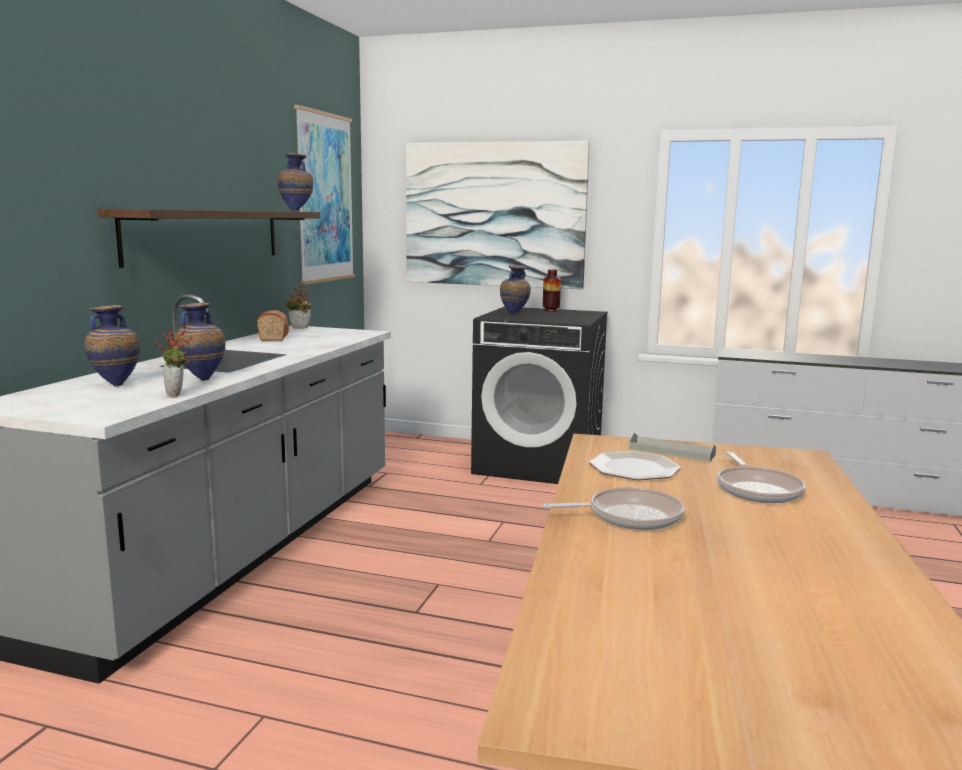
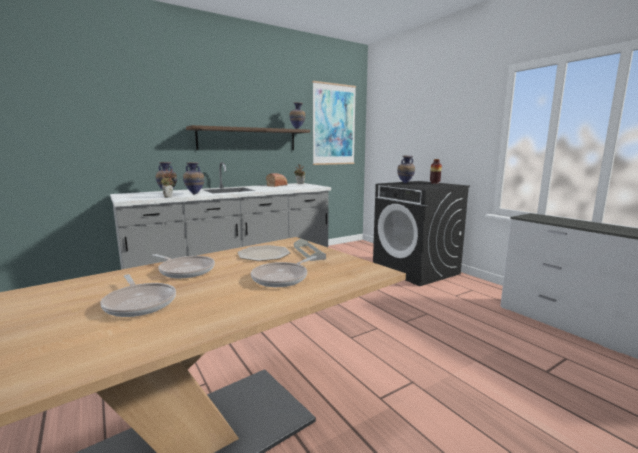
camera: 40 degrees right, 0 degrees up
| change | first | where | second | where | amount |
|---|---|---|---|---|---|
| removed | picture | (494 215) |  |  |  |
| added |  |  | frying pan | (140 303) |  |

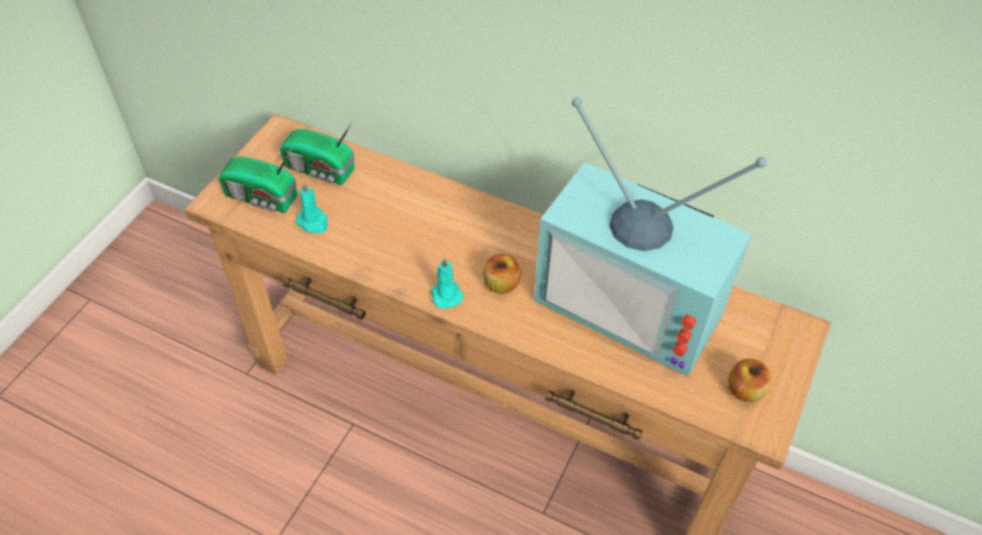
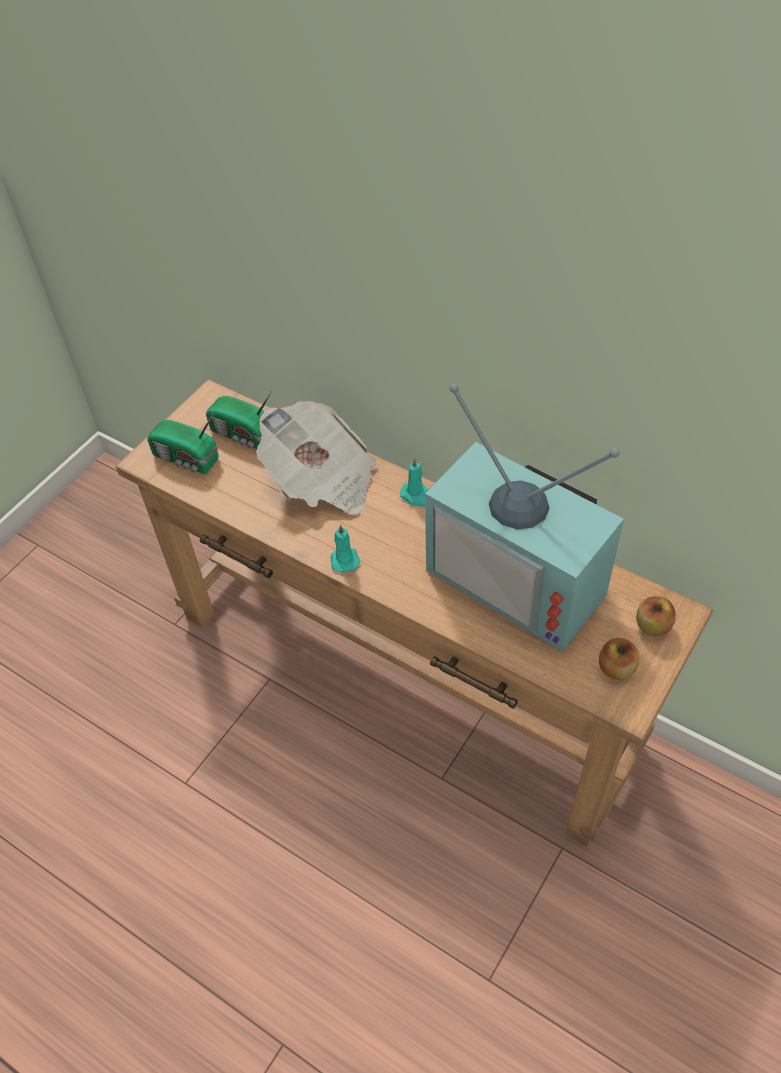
camera: 10 degrees right, 0 degrees up
| change | first | where | second | where | amount |
|---|---|---|---|---|---|
| moved | turquoise candle | (313 222) |  | (416 496) |  |
| moved | apple | (501 284) |  | (652 626) |  |
| added |  |  | newspaper | (321 480) |  |

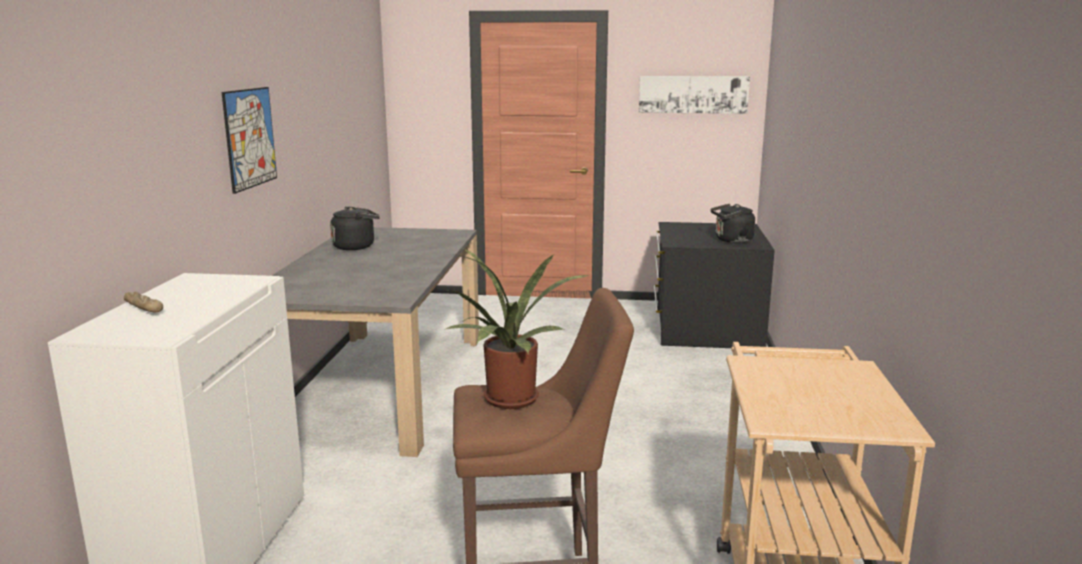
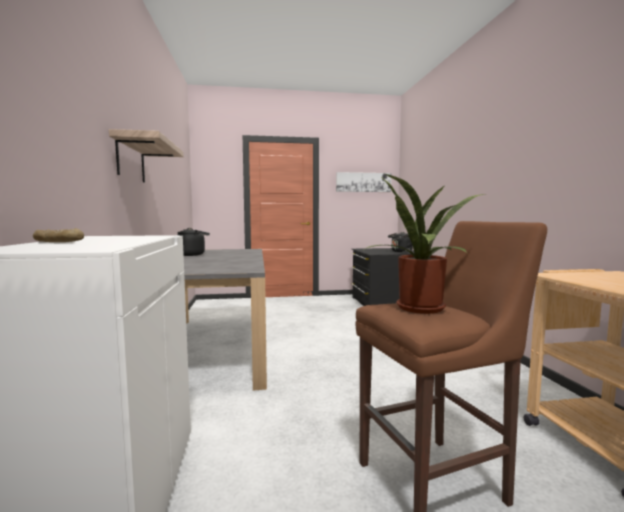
camera: 15 degrees left, 10 degrees down
| change | first | where | second | where | amount |
|---|---|---|---|---|---|
| replaced | picture | (250 138) | shelf | (130 160) |  |

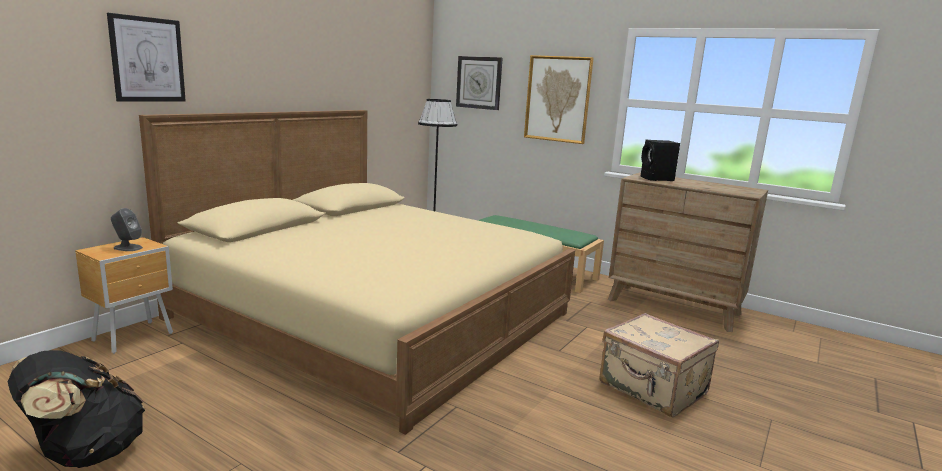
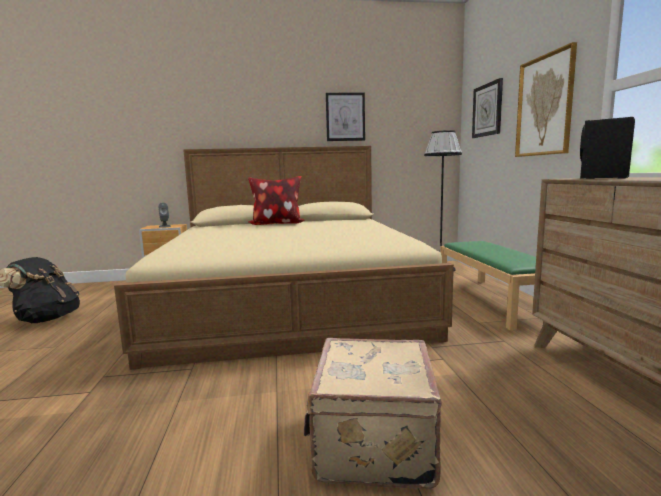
camera: 50 degrees right, 5 degrees down
| change | first | where | second | where | amount |
|---|---|---|---|---|---|
| moved | picture | (147 59) |  | (345 117) |  |
| added |  |  | pillow | (276 224) |  |

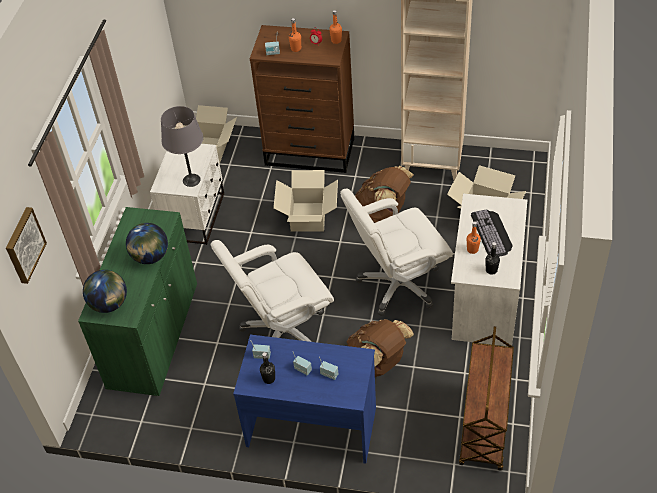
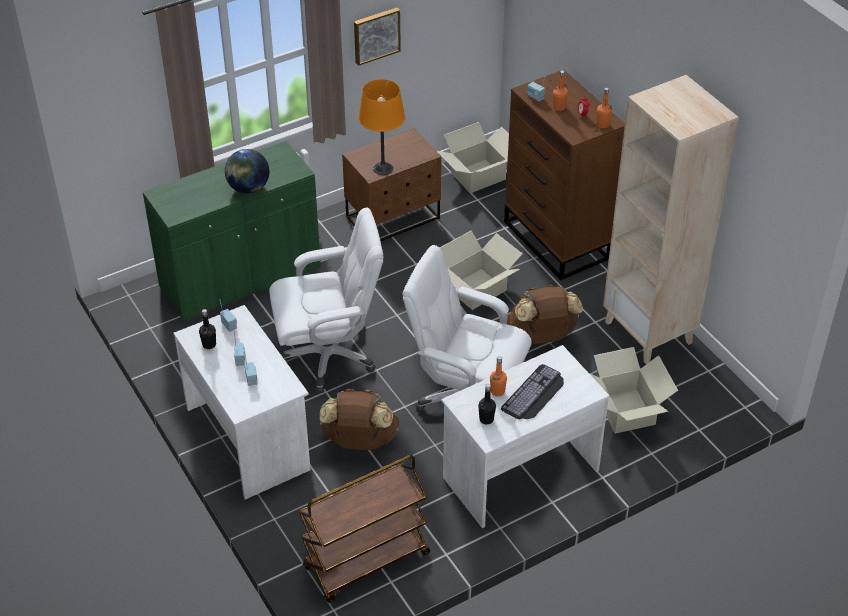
camera: 45 degrees right, 5 degrees down
| change | first | where | second | where | amount |
|---|---|---|---|---|---|
| recoloured | grey table lamp | (191 180) | orange table lamp | (383 168) |  |
| recoloured | white nightstand | (195 216) | brown nightstand | (393 218) |  |
| moved | picture | (23 245) |  | (376 35) |  |
| turned | white office chair | (283 332) |  | (329 355) | 150 degrees clockwise |
| removed | globe | (109 304) |  |  |  |
| recoloured | blue desk | (311 425) | white desk | (249 437) |  |

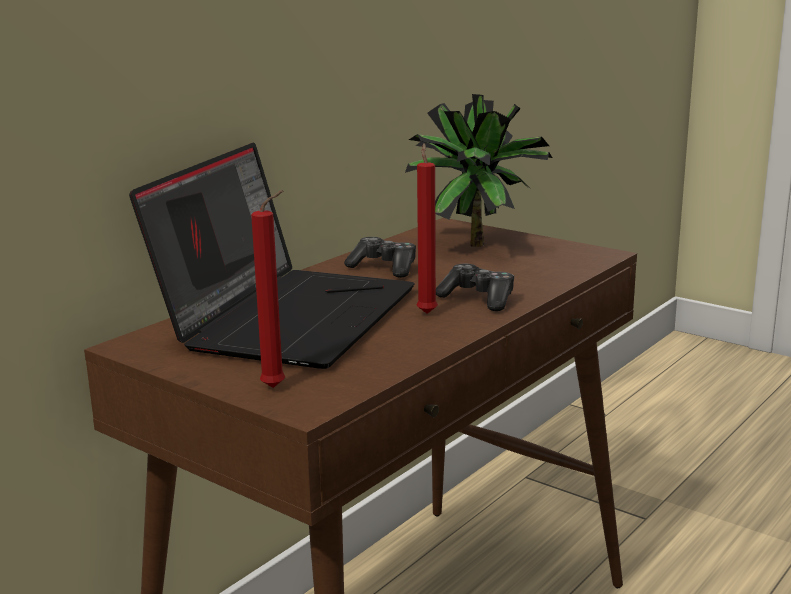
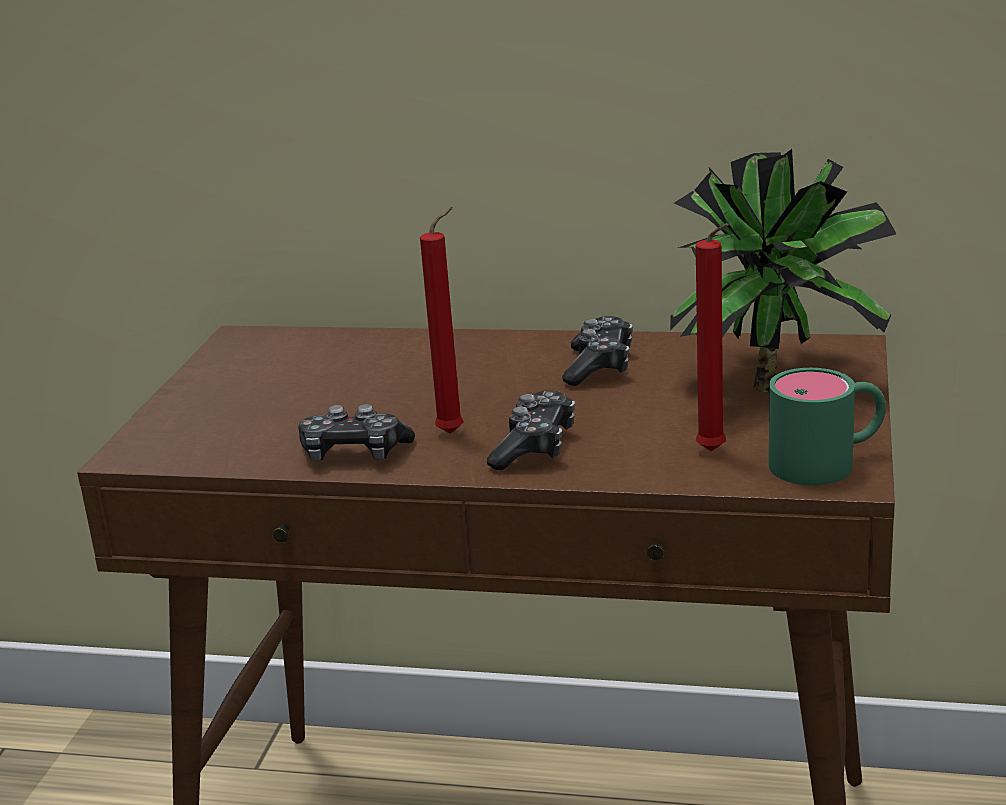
camera: 65 degrees right, 5 degrees up
| change | first | where | second | where | amount |
|---|---|---|---|---|---|
| removed | laptop | (288 316) |  |  |  |
| moved | red candle | (277 387) |  | (714 453) |  |
| added |  |  | green mug | (828 462) |  |
| added |  |  | game controller | (354 454) |  |

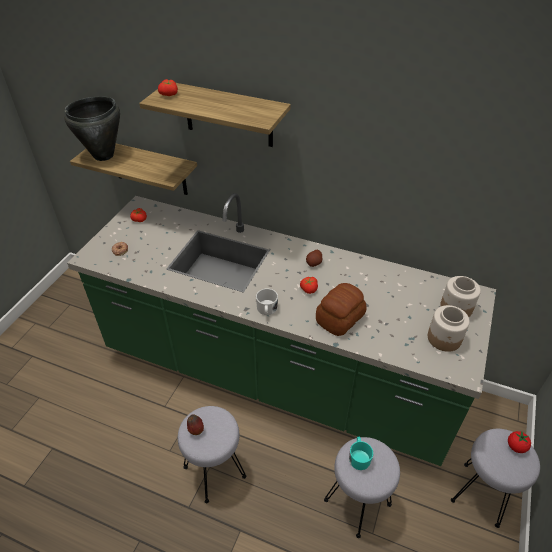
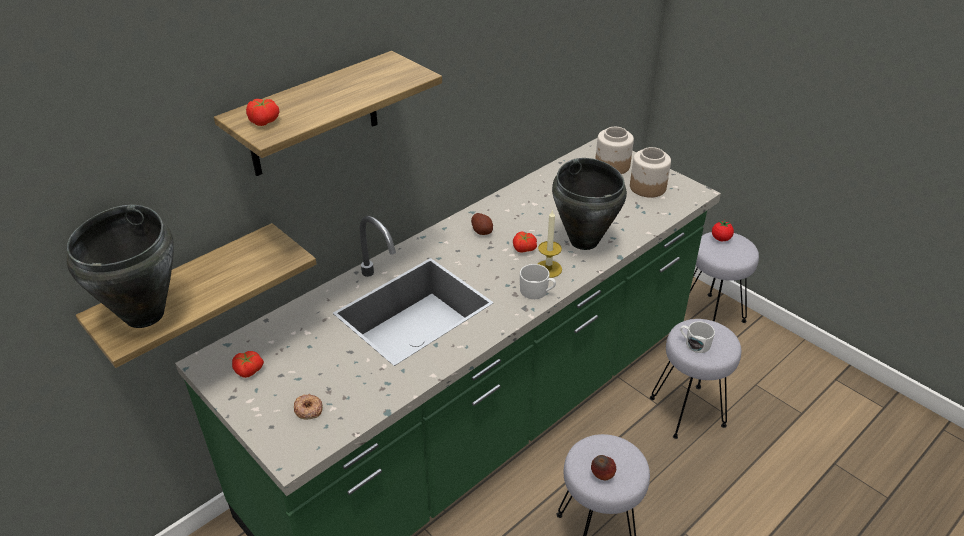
camera: 65 degrees left, 5 degrees down
| change | first | where | second | where | amount |
|---|---|---|---|---|---|
| replaced | bread | (341 318) | black cooking pot | (584 241) |  |
| recoloured | turquoise mug | (359 457) | white mug | (694 343) |  |
| added |  |  | candle | (548 269) |  |

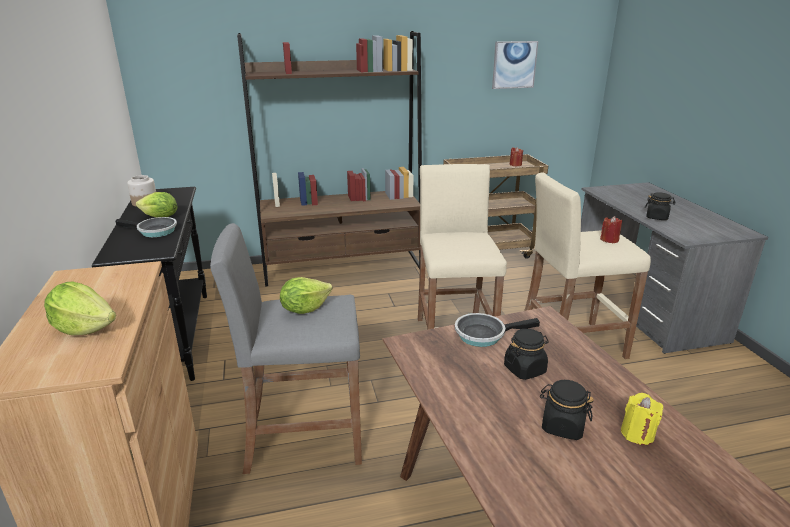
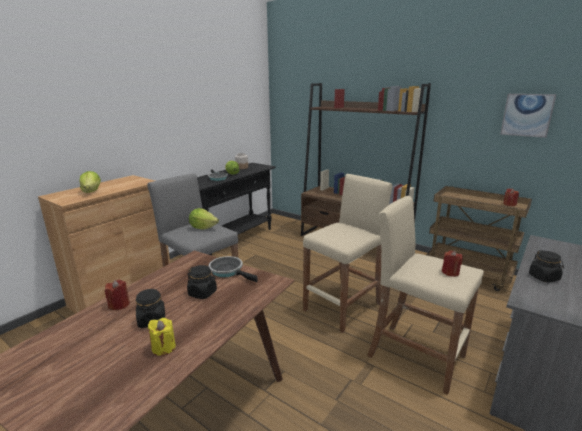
camera: 50 degrees right, 5 degrees down
| change | first | where | second | where | amount |
|---|---|---|---|---|---|
| added |  |  | red candle | (119 305) |  |

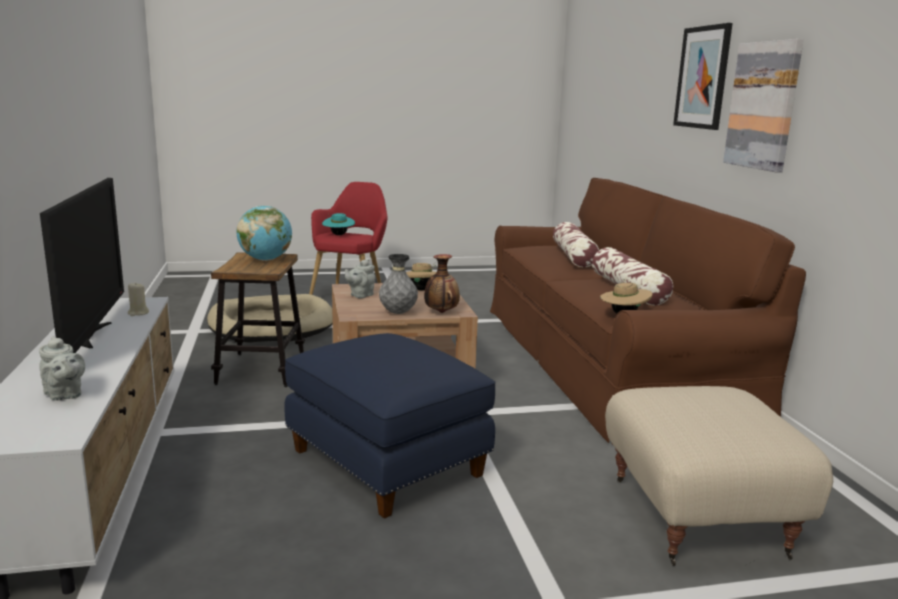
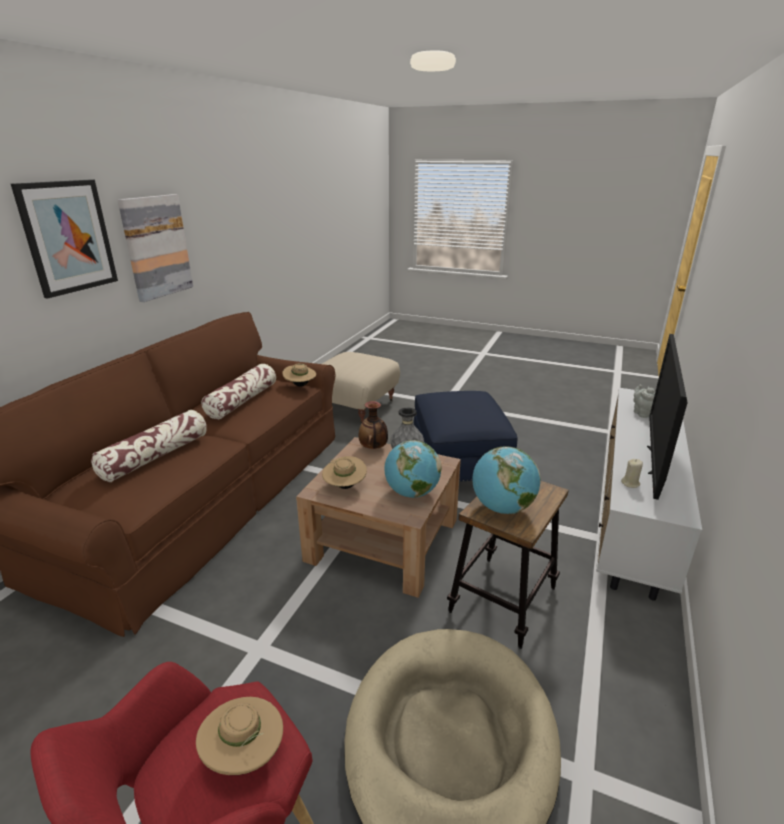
camera: 145 degrees left, 10 degrees up
| change | first | where | second | where | amount |
|---|---|---|---|---|---|
| recoloured | turquoise hat | (338 235) | beige hat | (244 752) |  |
| replaced | grey teapot | (360 295) | globe | (412 493) |  |

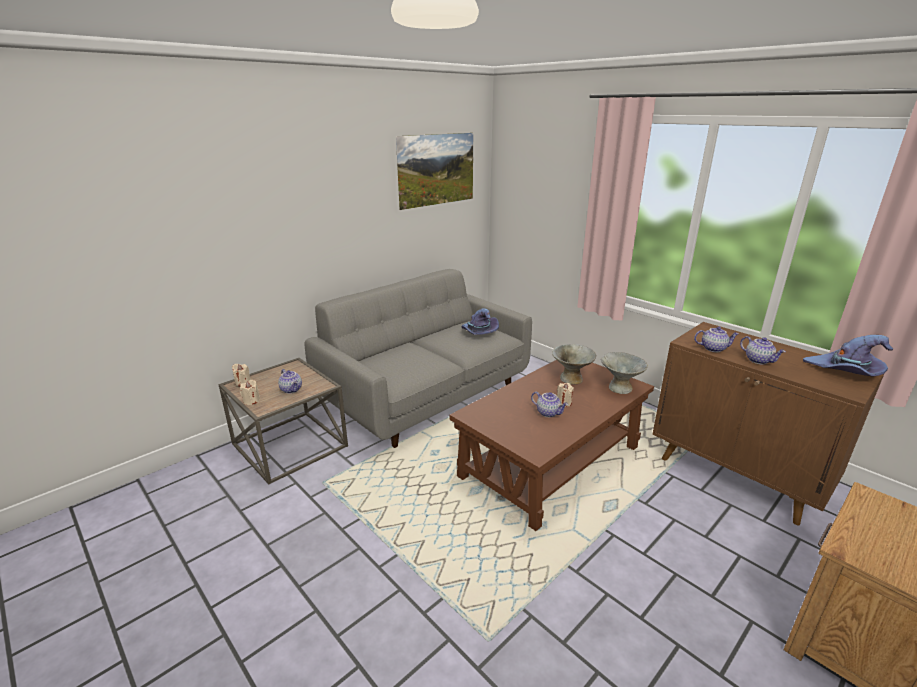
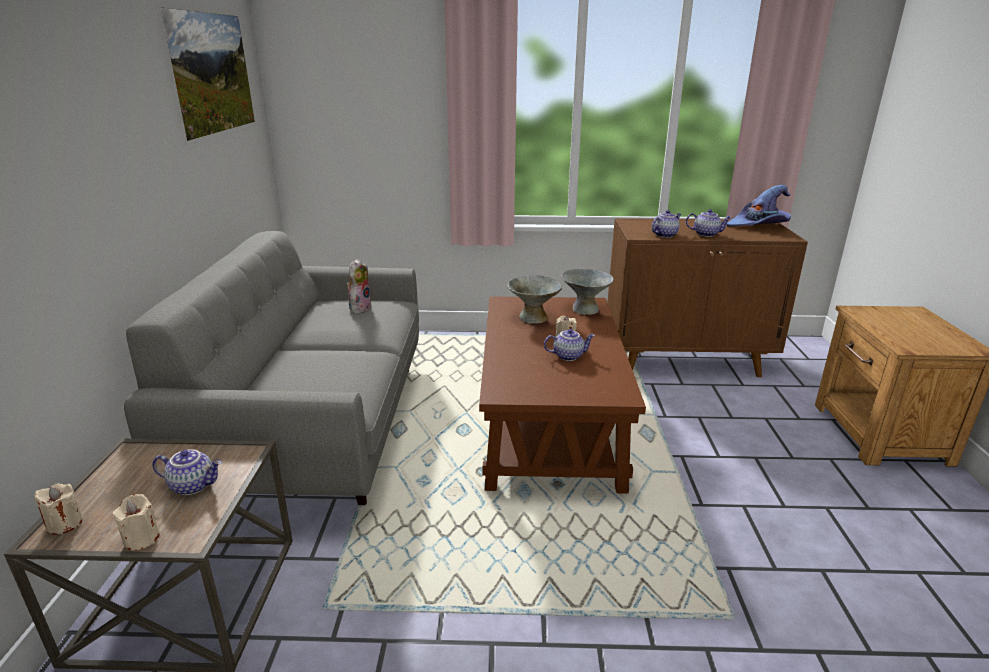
camera: 45 degrees left, 0 degrees up
| change | first | where | second | where | amount |
|---|---|---|---|---|---|
| replaced | purple hat | (478 333) | plush toy | (360 308) |  |

